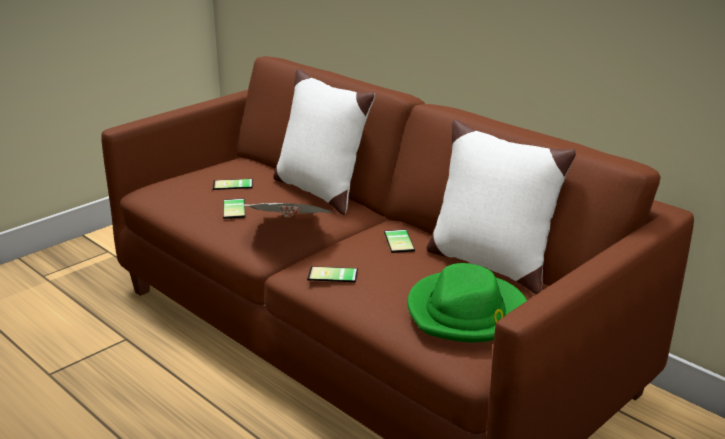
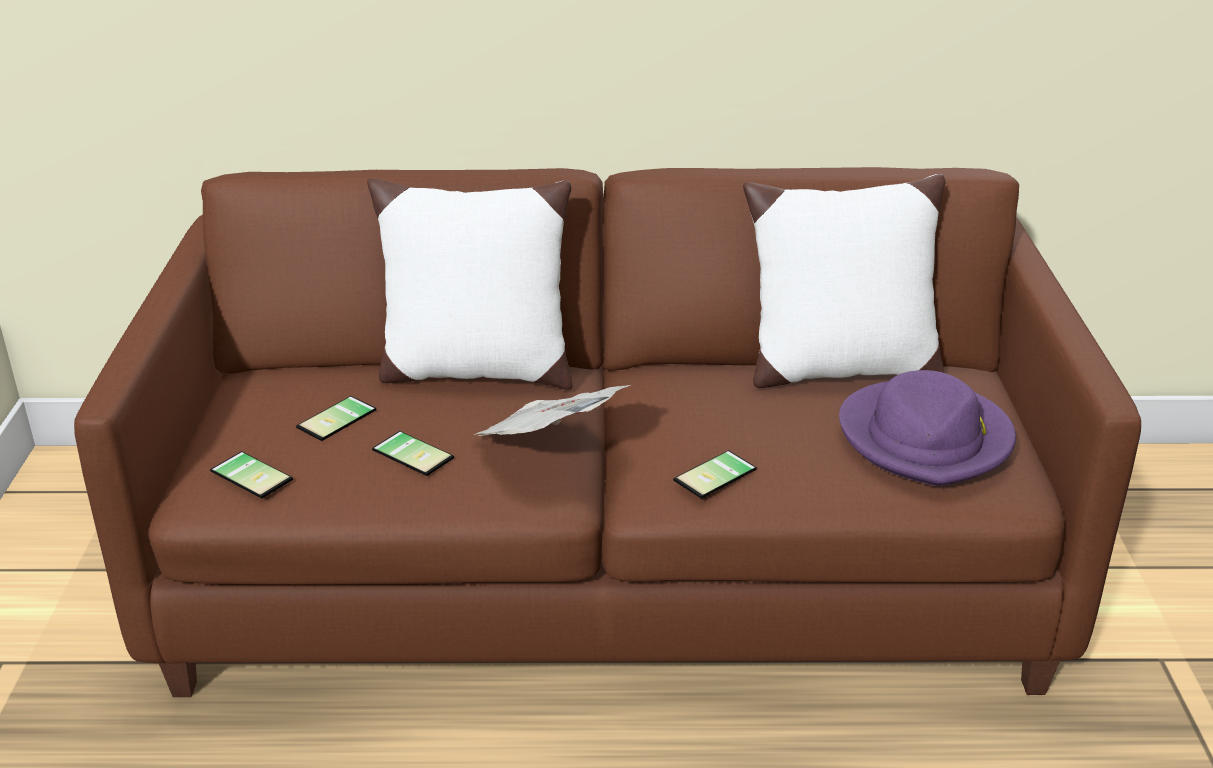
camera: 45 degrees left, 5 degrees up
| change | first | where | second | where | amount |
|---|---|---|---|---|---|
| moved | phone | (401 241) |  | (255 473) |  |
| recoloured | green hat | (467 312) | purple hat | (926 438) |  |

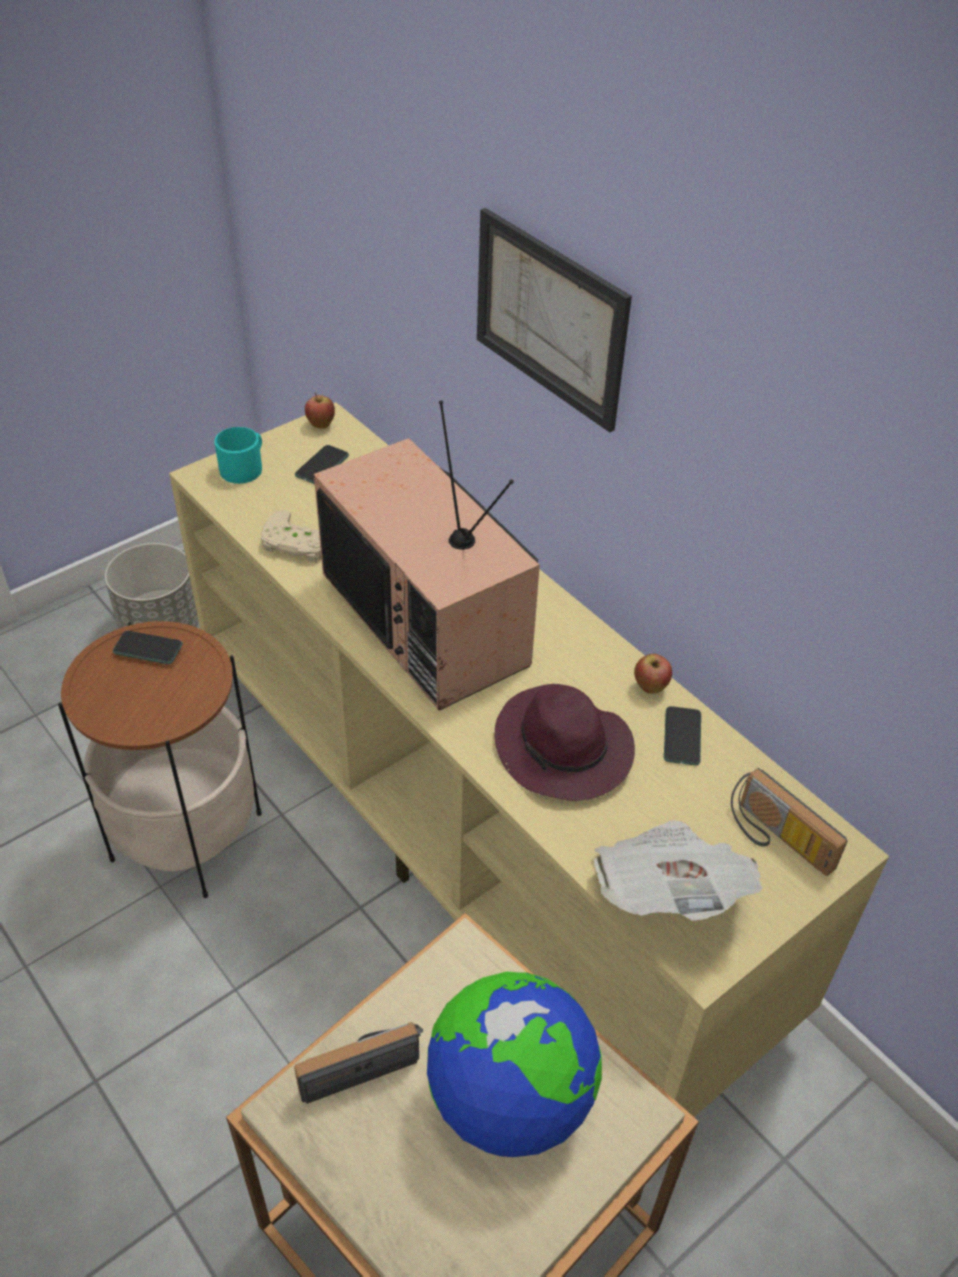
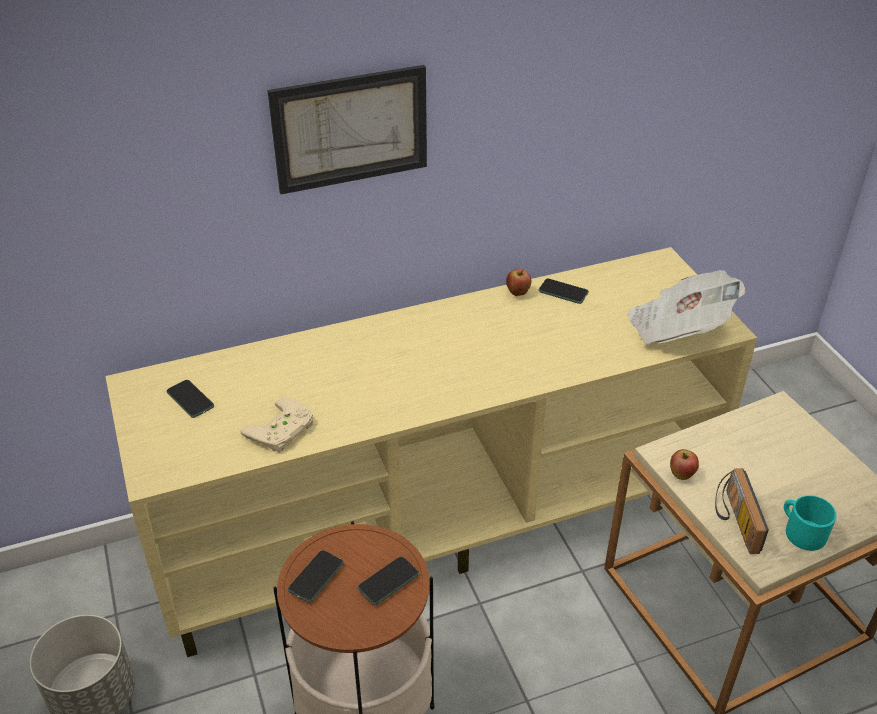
camera: 70 degrees left, 5 degrees down
| change | first | where | second | where | amount |
|---|---|---|---|---|---|
| moved | apple | (321 425) |  | (681 475) |  |
| removed | television | (430 619) |  |  |  |
| moved | turquoise mug | (245 467) |  | (801 531) |  |
| removed | purple hat | (564 750) |  |  |  |
| removed | radio | (776 839) |  |  |  |
| removed | globe | (510 1099) |  |  |  |
| added |  |  | phone | (388 581) |  |

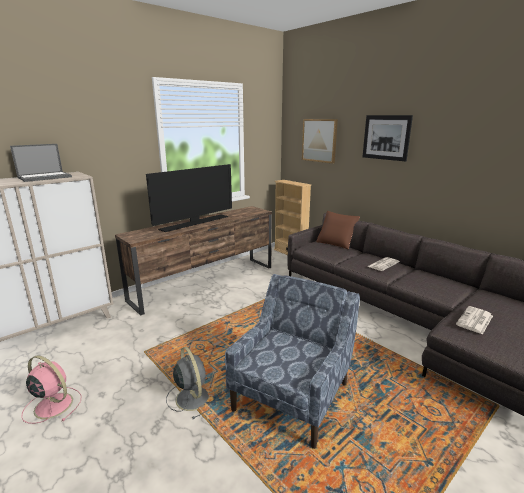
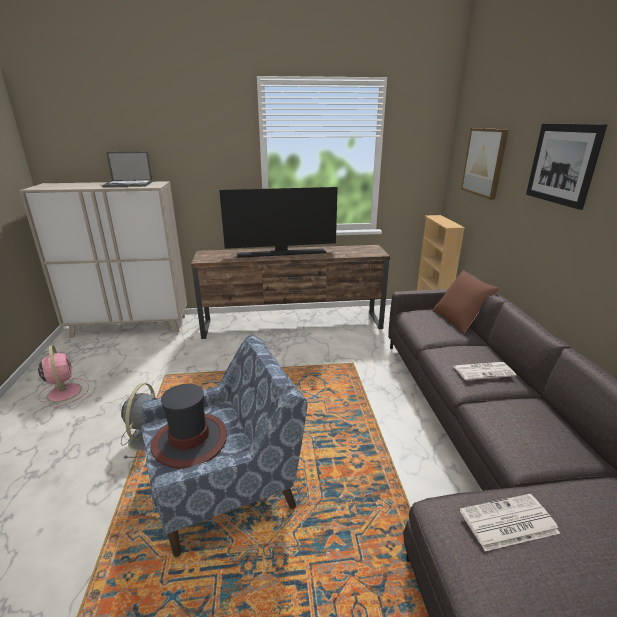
camera: 35 degrees right, 5 degrees up
| change | first | where | second | where | amount |
|---|---|---|---|---|---|
| added |  |  | hat | (190 441) |  |

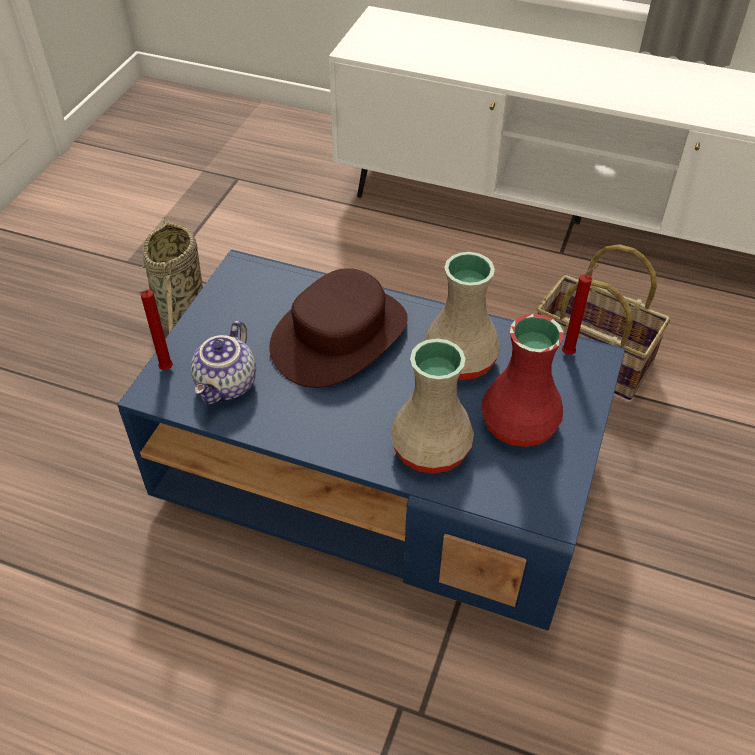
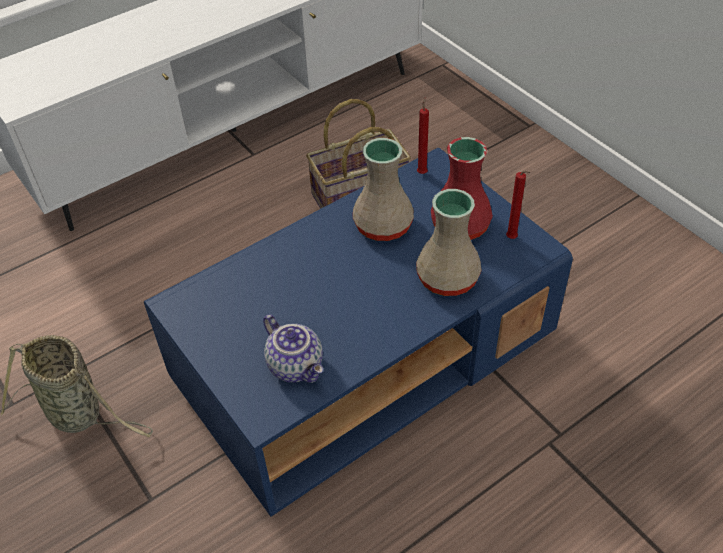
camera: 55 degrees left, 0 degrees up
| change | first | where | second | where | amount |
|---|---|---|---|---|---|
| removed | brown hat | (340 336) |  |  |  |
| moved | red candle | (165 370) |  | (512 239) |  |

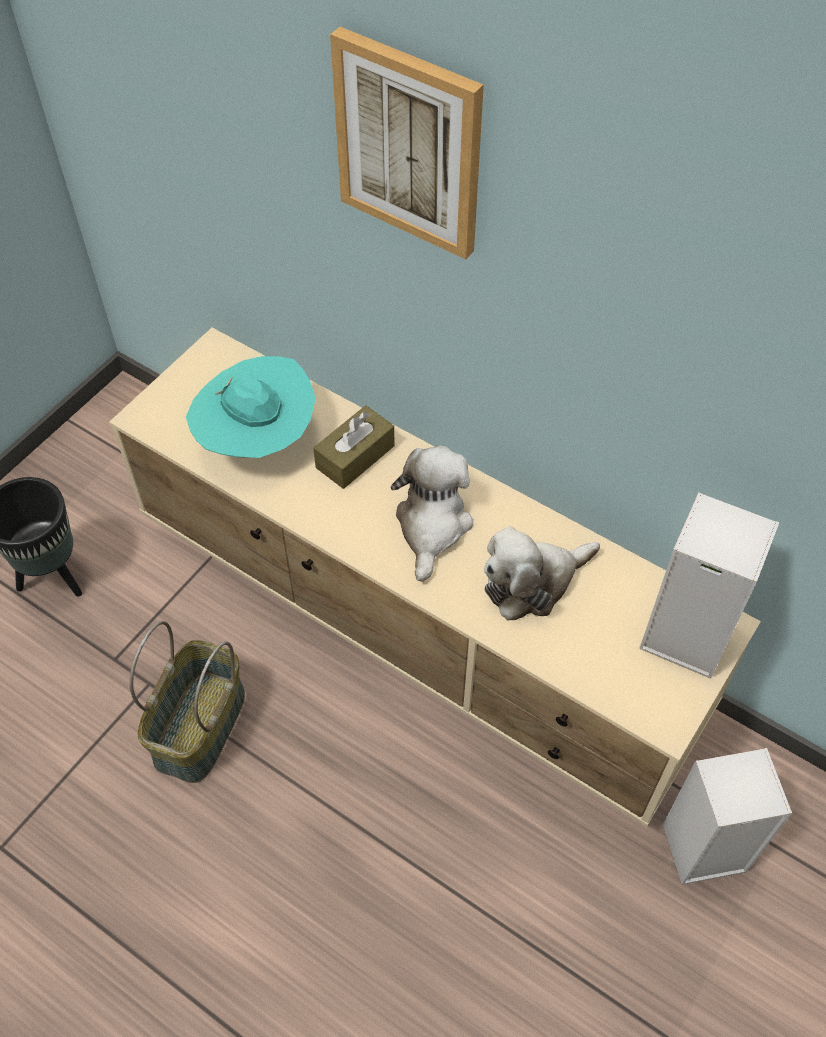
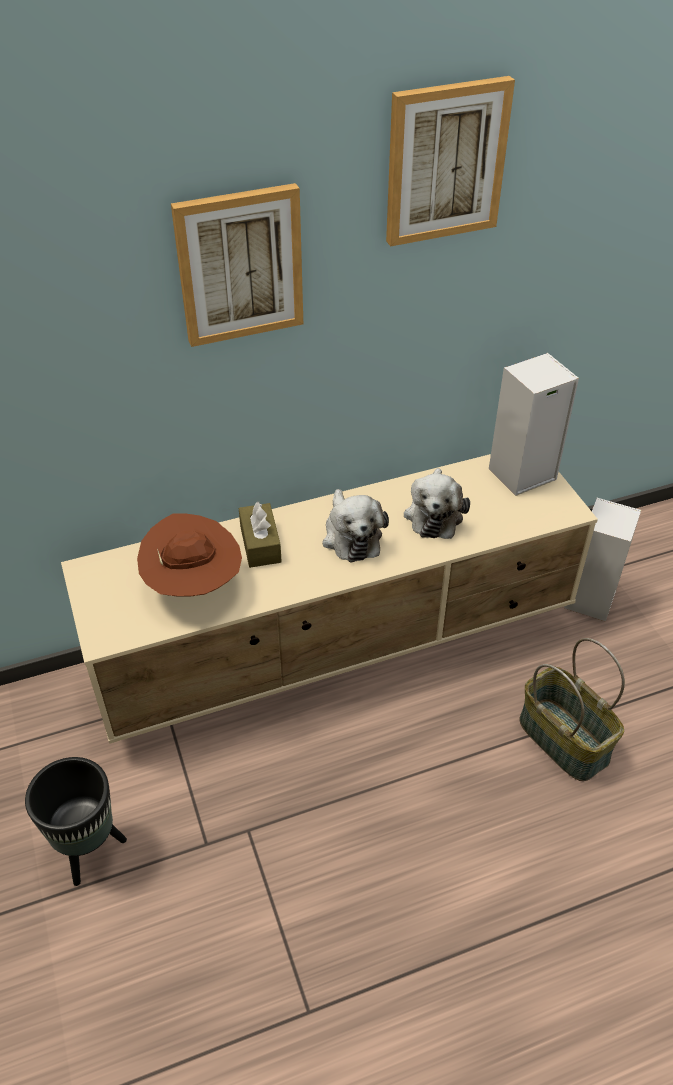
camera: 55 degrees left, 10 degrees down
| change | first | where | second | where | amount |
|---|---|---|---|---|---|
| recoloured | turquoise hat | (257 440) | brown hat | (194 586) |  |
| turned | plush toy | (432 525) |  | (351 536) | 150 degrees counterclockwise |
| moved | basket | (201 728) |  | (565 739) |  |
| added |  |  | picture | (445 161) |  |

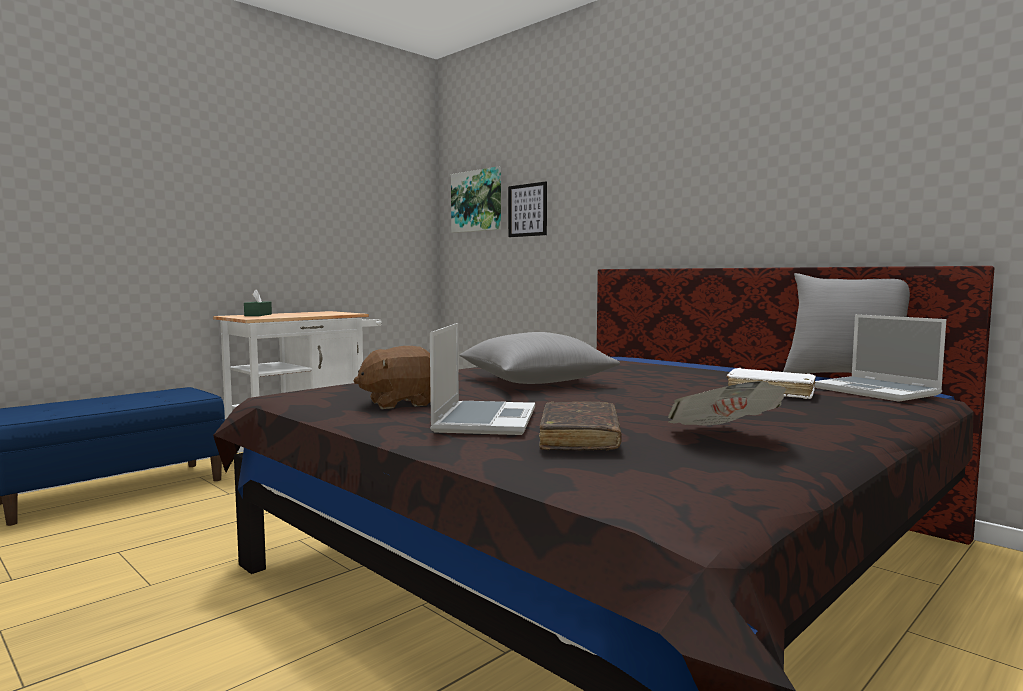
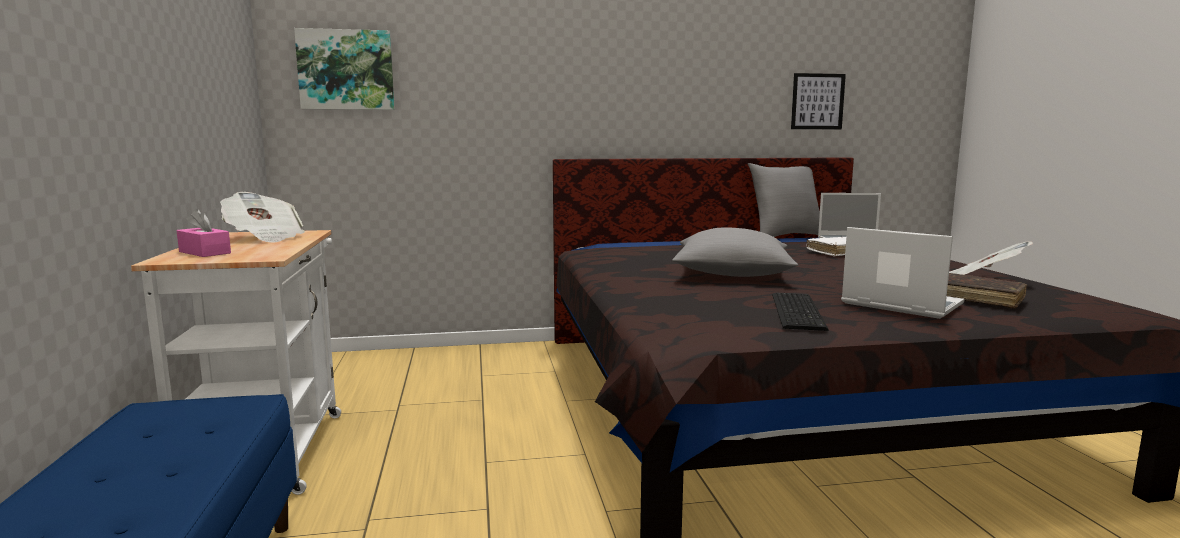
camera: 55 degrees left, 5 degrees up
| change | first | where | second | where | amount |
|---|---|---|---|---|---|
| moved | picture | (527 210) |  | (817 101) |  |
| recoloured | green tissue box | (258 315) | pink tissue box | (204 252) |  |
| replaced | brown plush toy | (400 403) | keyboard | (799 311) |  |
| added |  |  | newspaper | (265 238) |  |

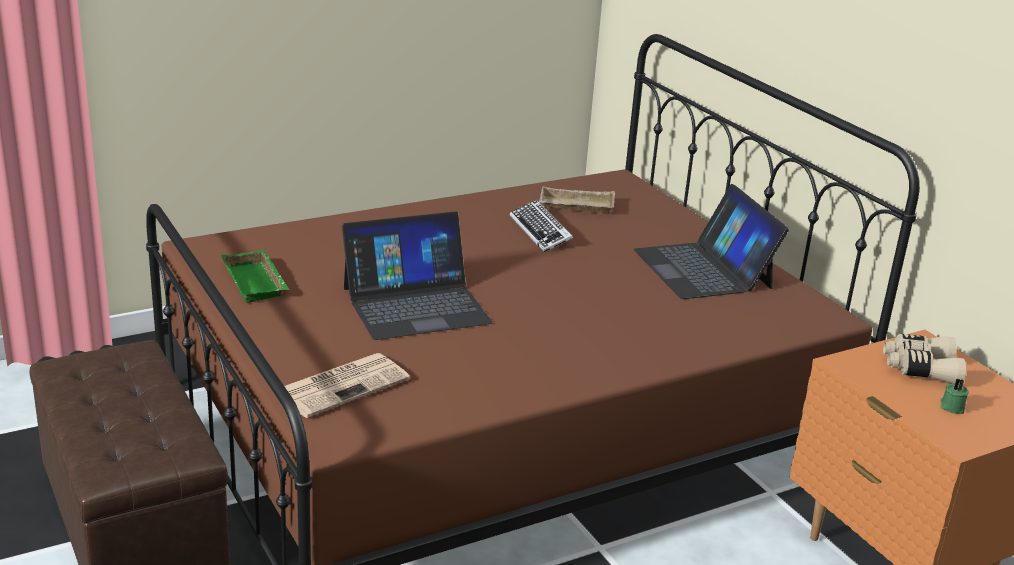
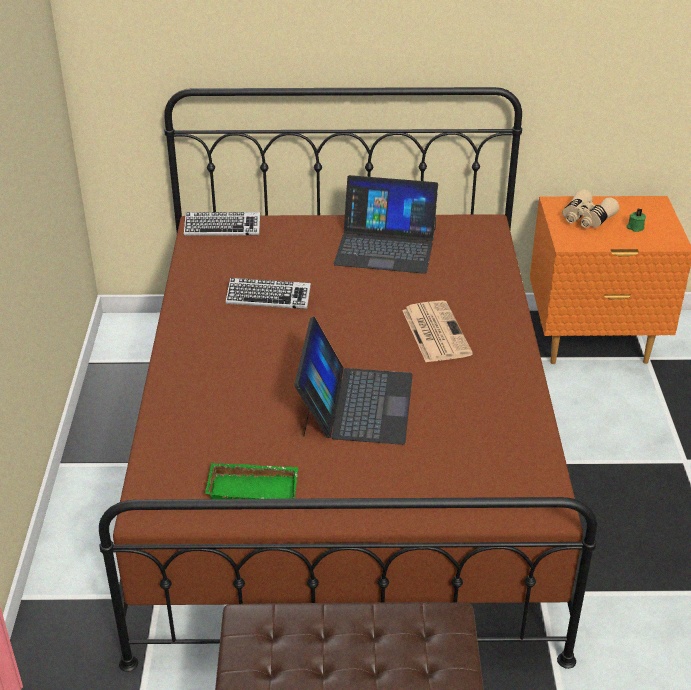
camera: 60 degrees left, 10 degrees up
| change | first | where | second | where | amount |
|---|---|---|---|---|---|
| removed | beige tray | (575 206) |  |  |  |
| moved | newspaper | (343 385) |  | (435 331) |  |
| added |  |  | keyboard | (222 228) |  |

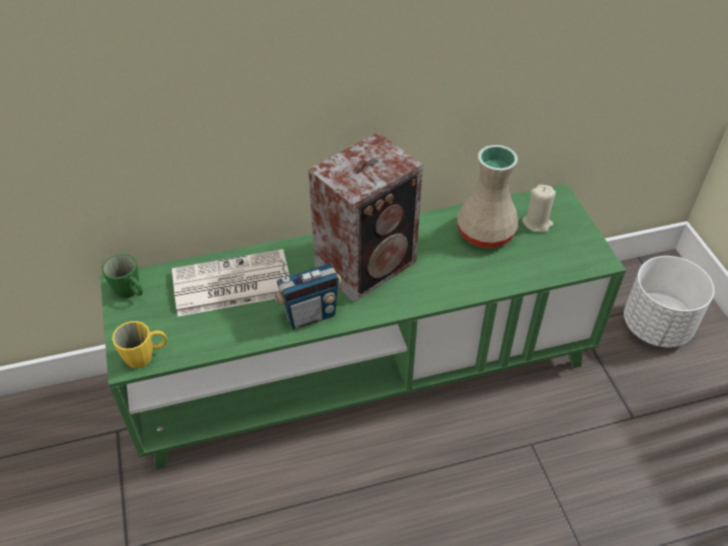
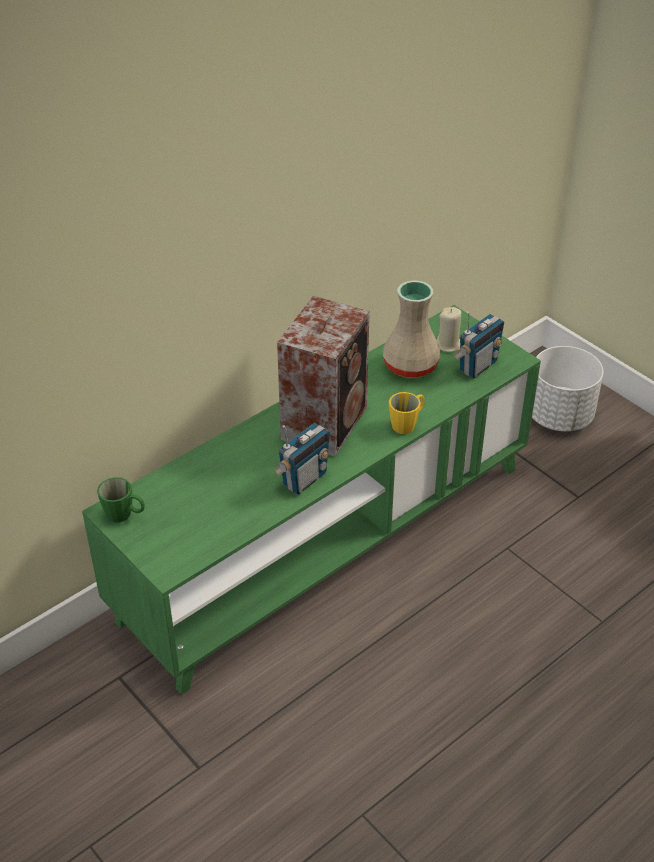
camera: 25 degrees left, 5 degrees down
| change | first | where | second | where | amount |
|---|---|---|---|---|---|
| removed | newspaper | (230 284) |  |  |  |
| moved | yellow mug | (145 356) |  | (407 423) |  |
| added |  |  | radio | (477 366) |  |

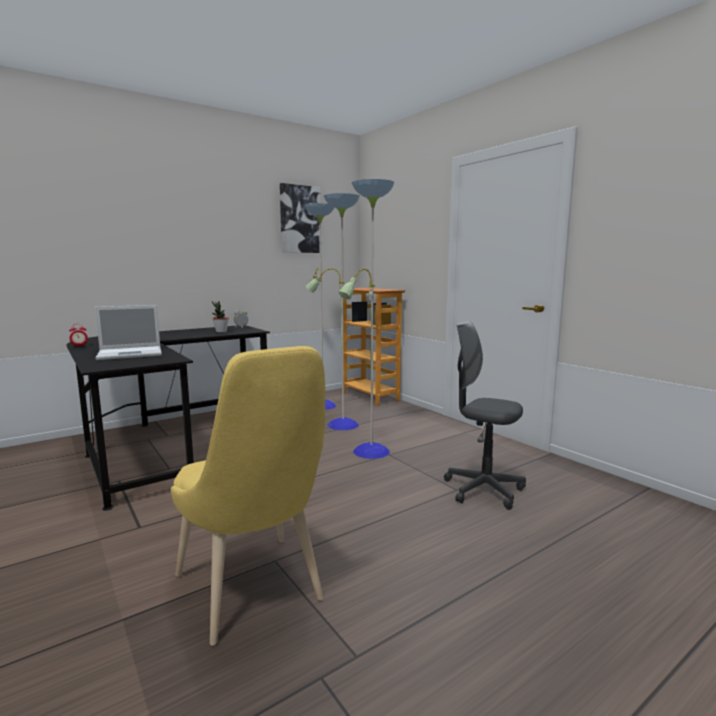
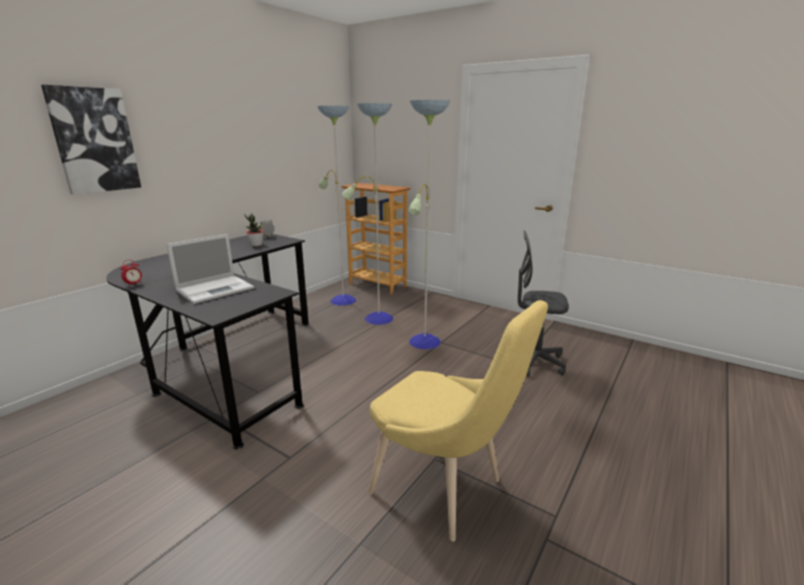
camera: 20 degrees left, 10 degrees up
| change | first | where | second | where | amount |
|---|---|---|---|---|---|
| moved | picture | (300 219) |  | (94 140) |  |

